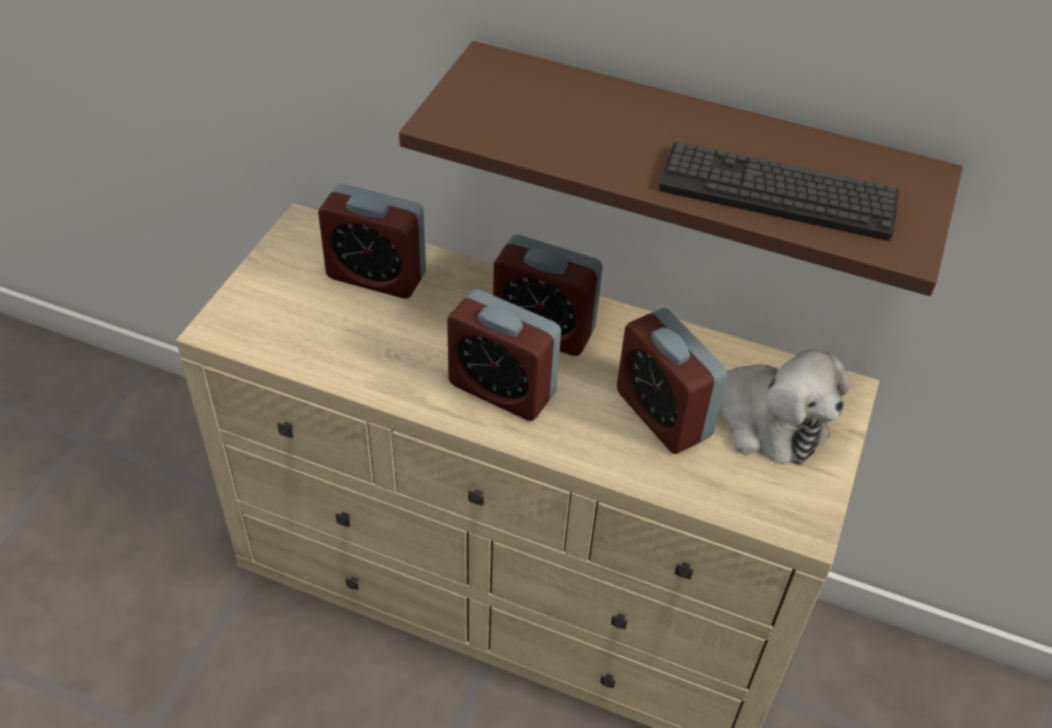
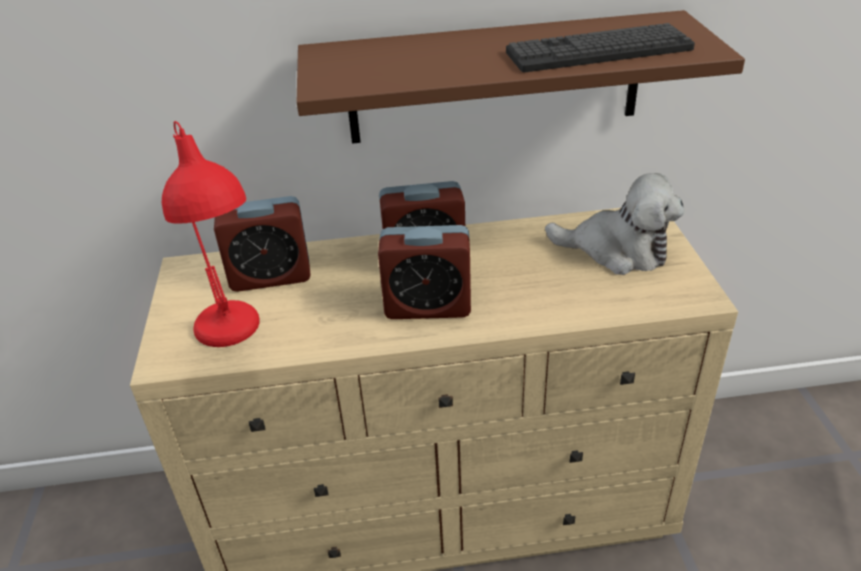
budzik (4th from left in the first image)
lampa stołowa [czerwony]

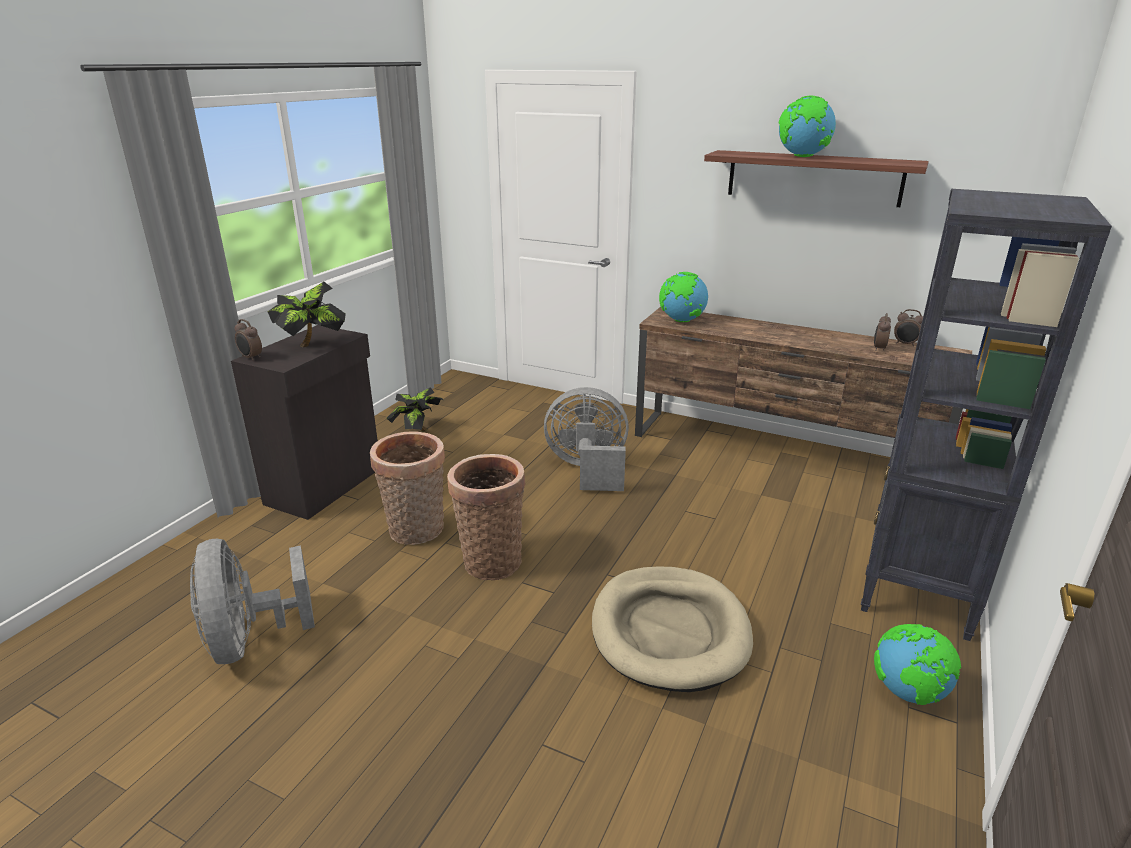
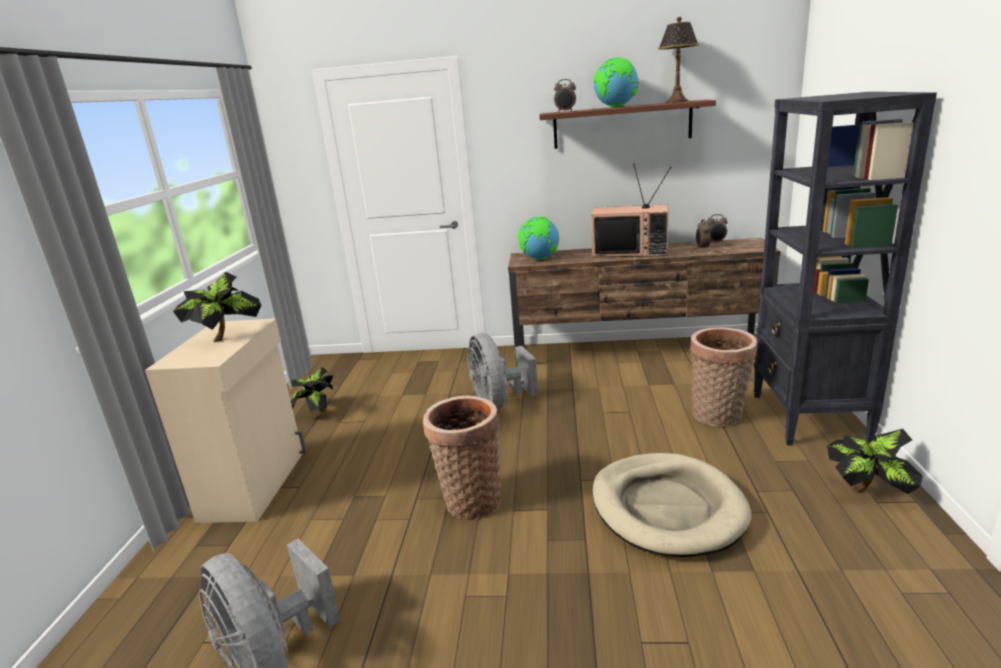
budzik (1st from left)
szafka [beżowy]
wentylator [szary] (2nd from left)
koszyk (2nd from left)
roślina doniczkowa (3rd from left)
lampa stołowa
telewizor

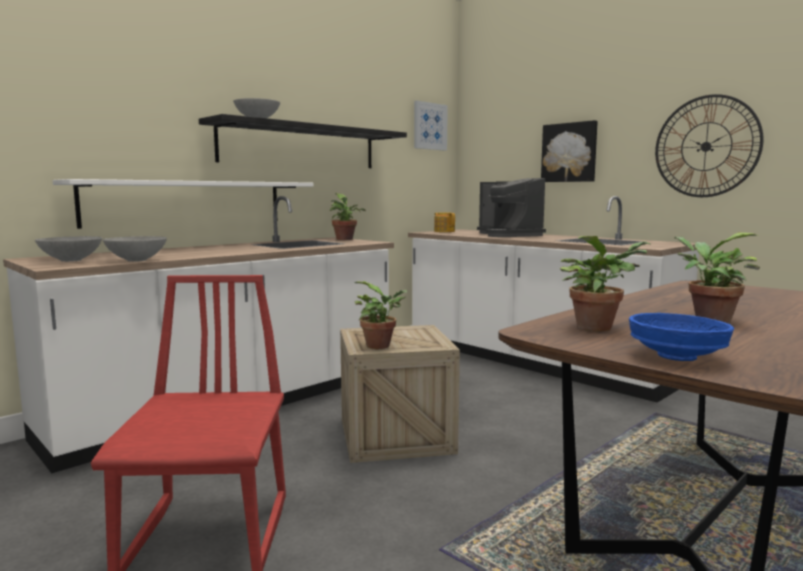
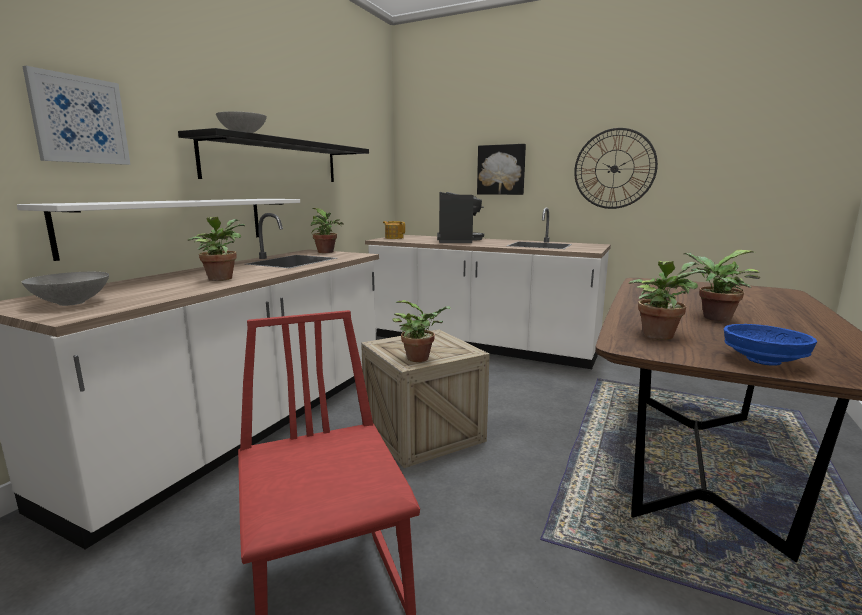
obraz (1st from left)
ekspres do kawy
miska [szary] (2nd from left in the first image)
roślina doniczkowa (1st from left)

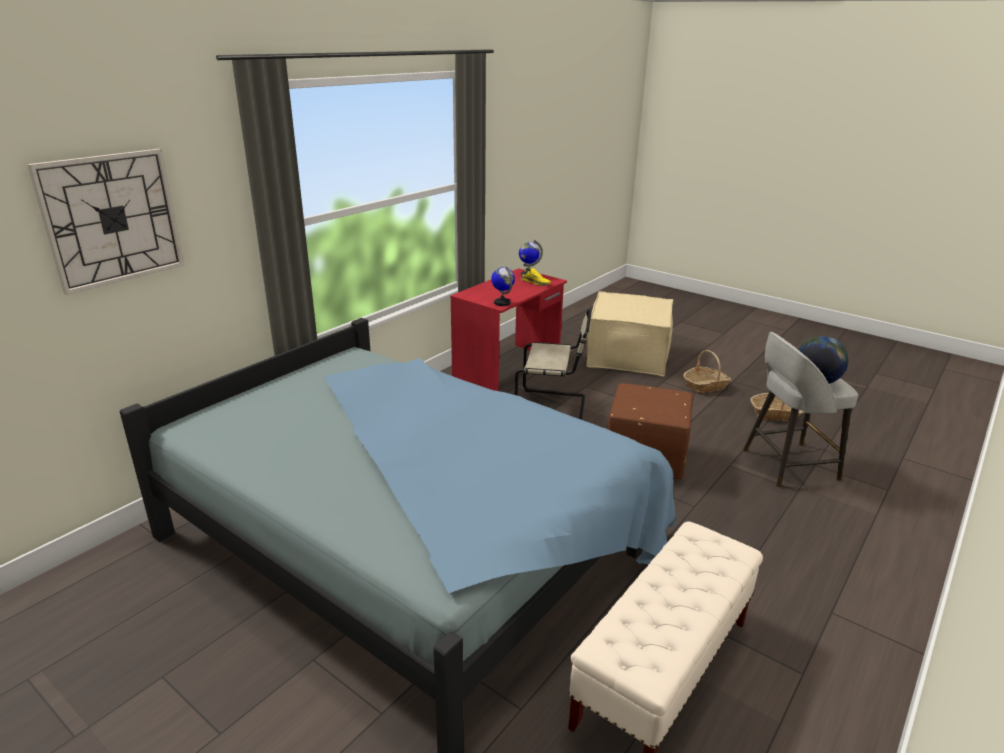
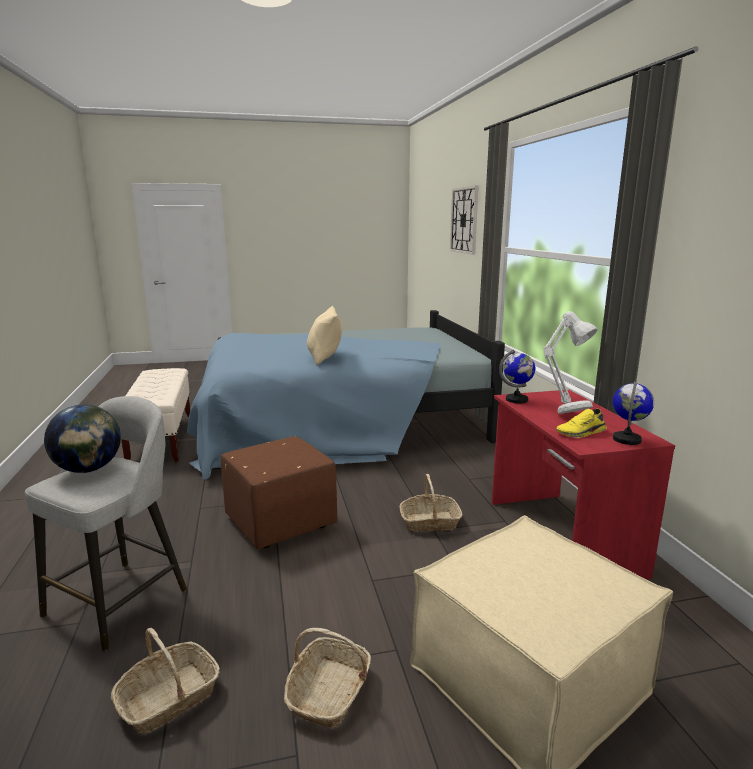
koszyk (3rd from left)
poduszka [beżowy]
lampa stołowa [szary]

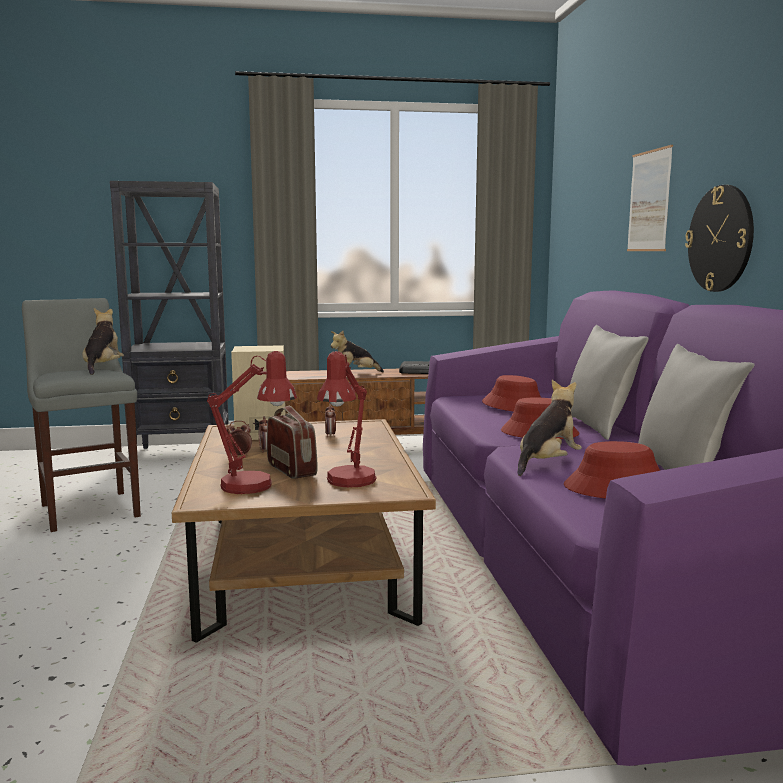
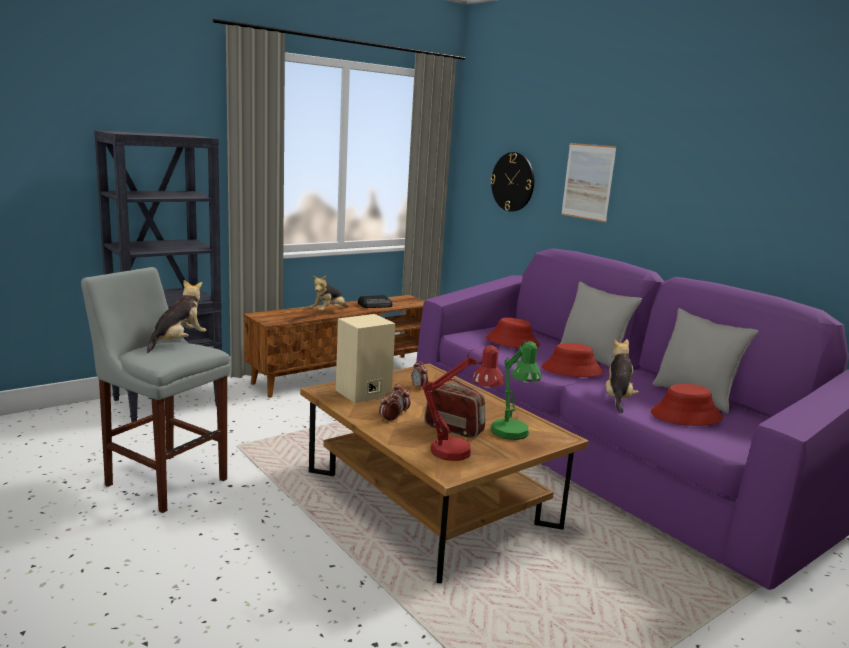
zegar ścienny
pluszak (1st from left)
lampa stołowa [zielony]

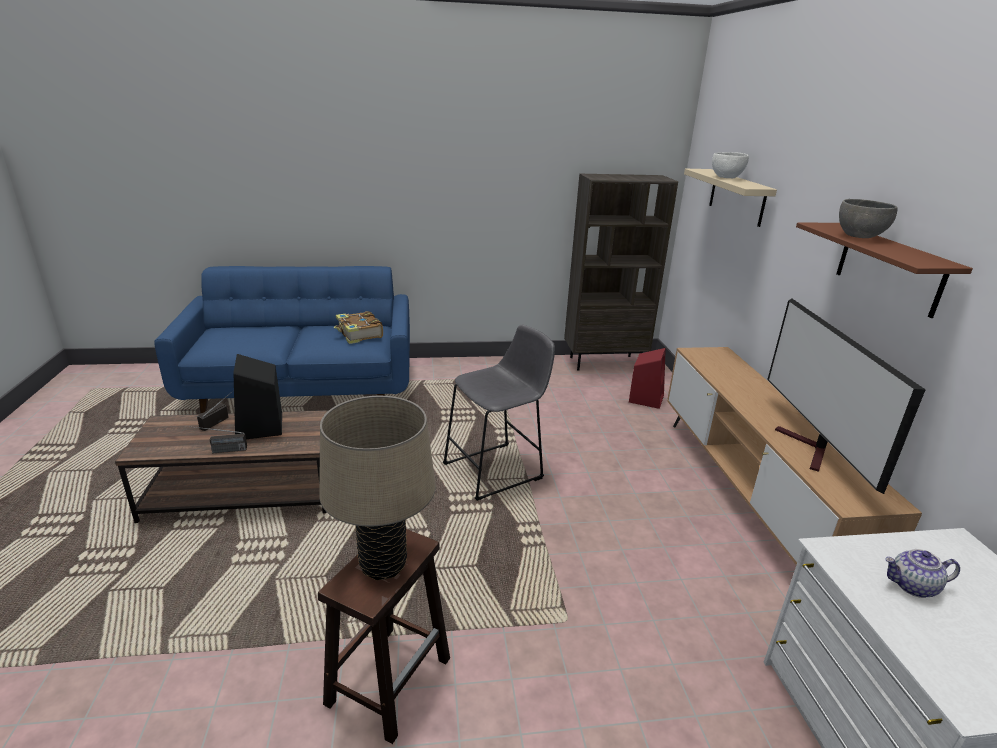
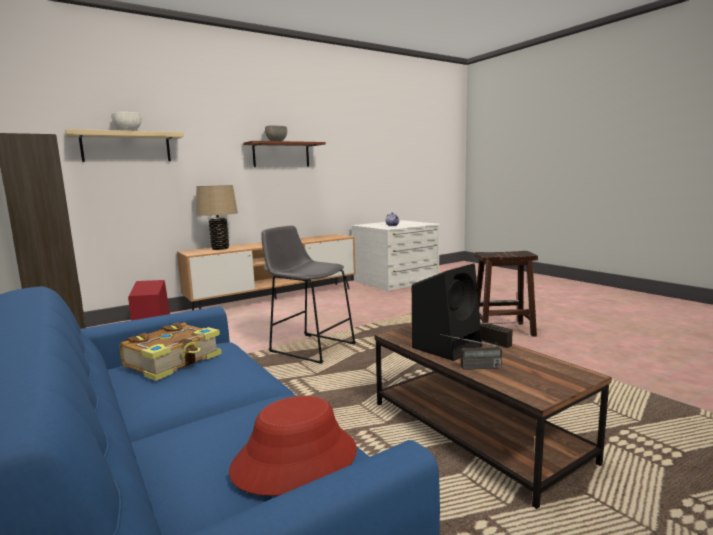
telewizor
lampa stołowa [beżowy]
kapelusz [czerwony]

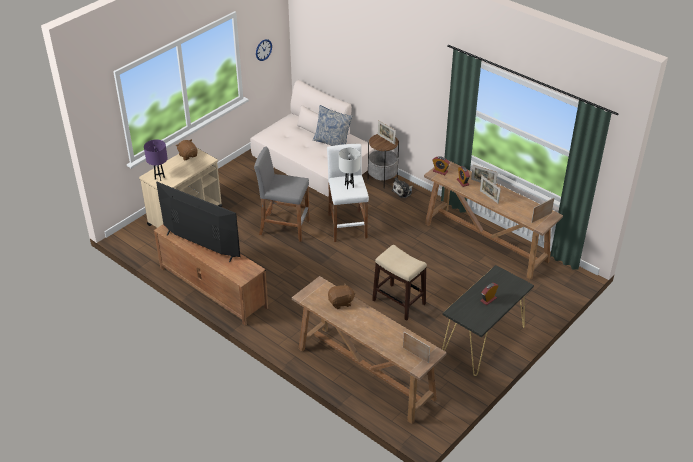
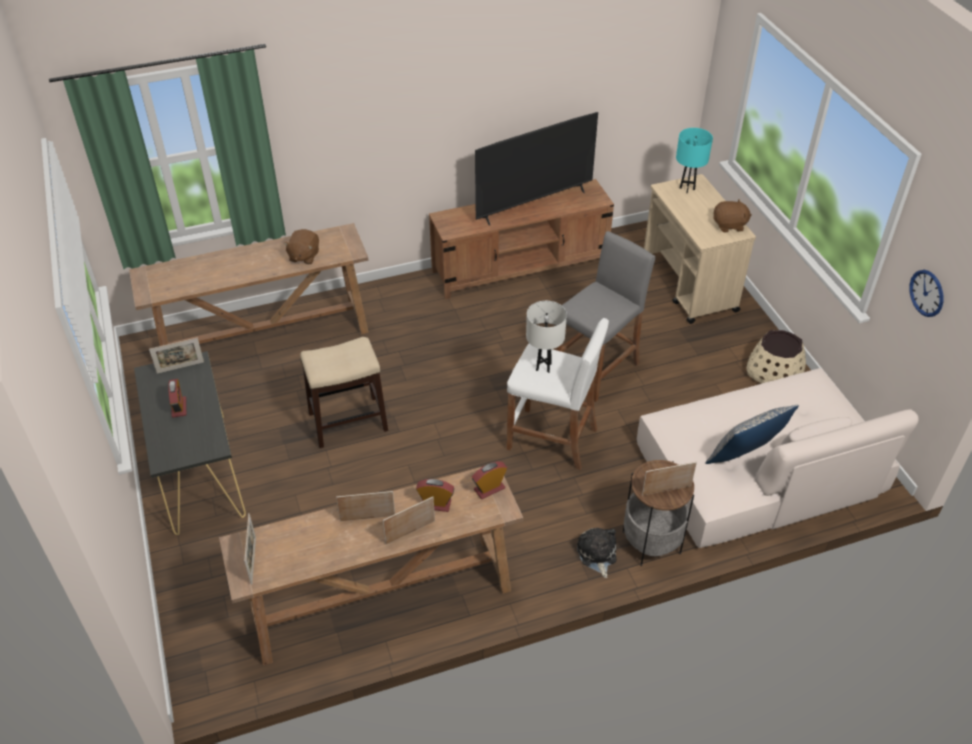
lampa stołowa [turkusowy]
ramka na zdjęcie (1st from left)
donica [beżowy]

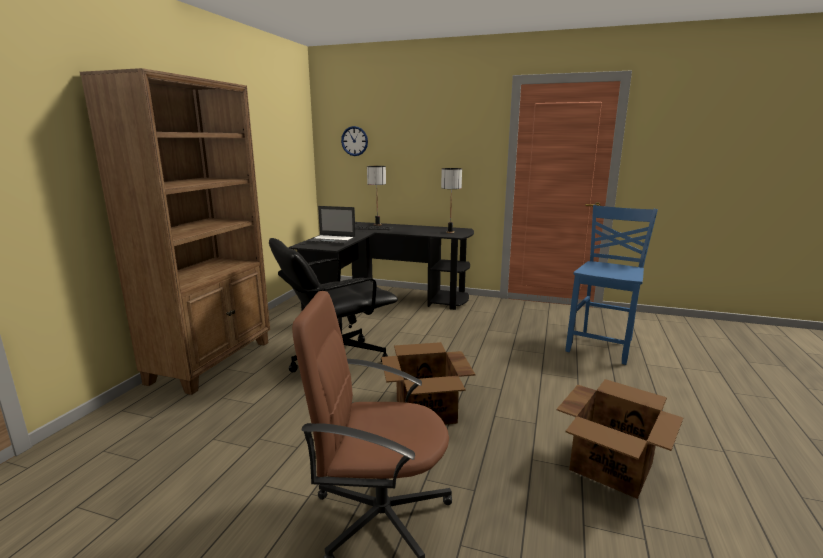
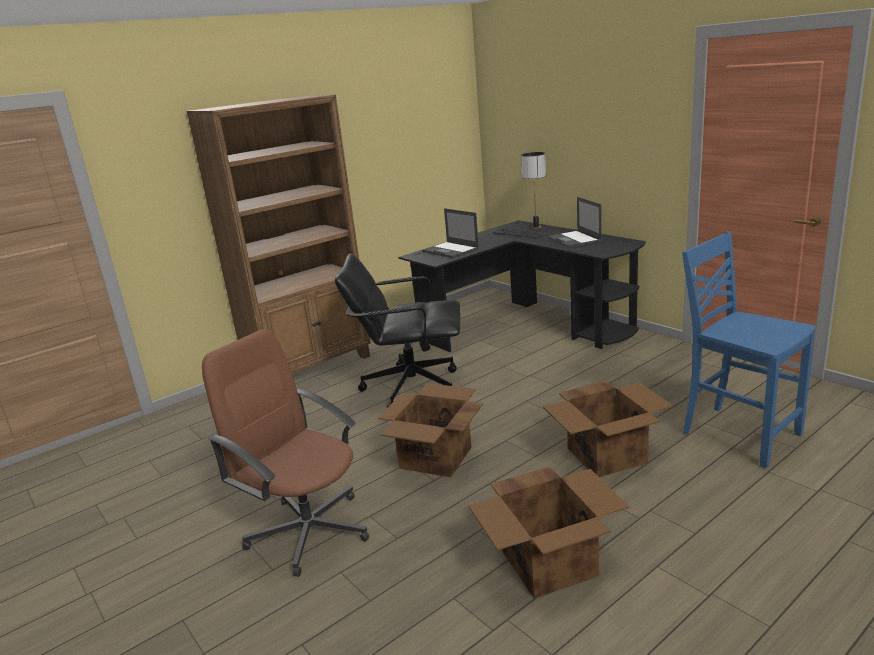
zegar ścienny
lampa stołowa (2nd from left in the first image)
krzesło [niebieski]
laptop (2nd from left)
karton (3rd from left)

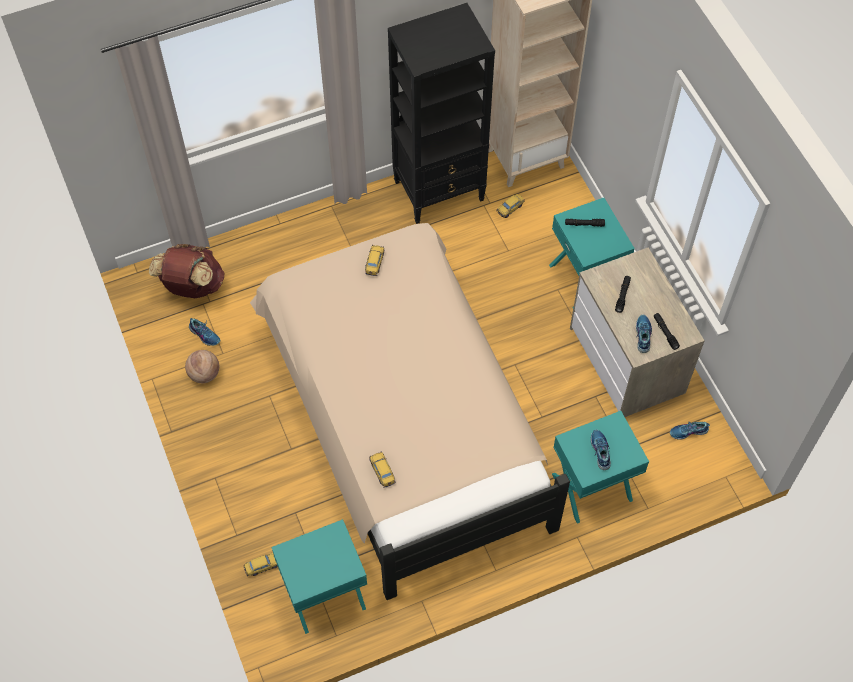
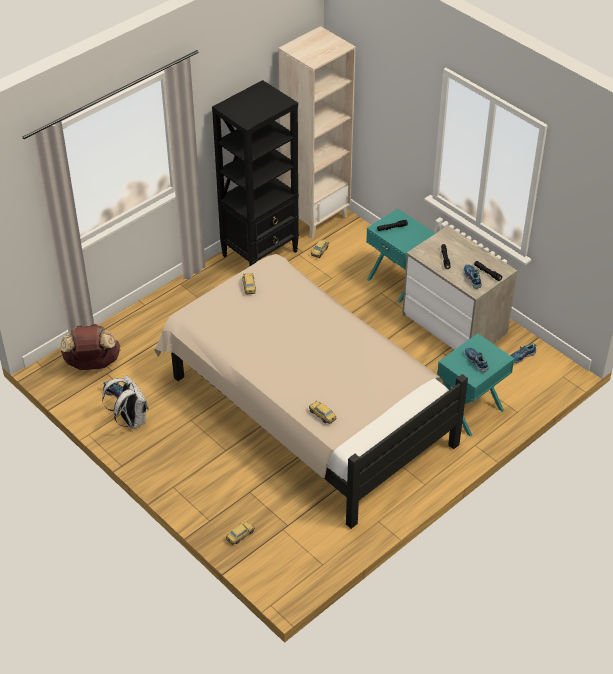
plecak [biały]
szafka nocna [turkusowy] (1st from left in the first image)

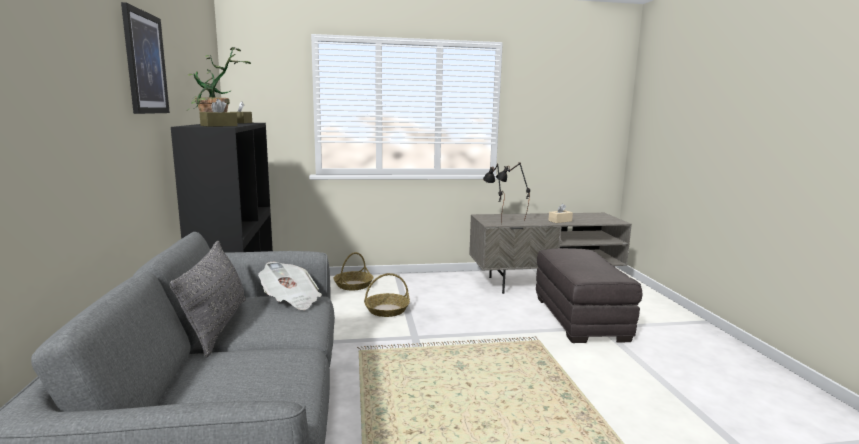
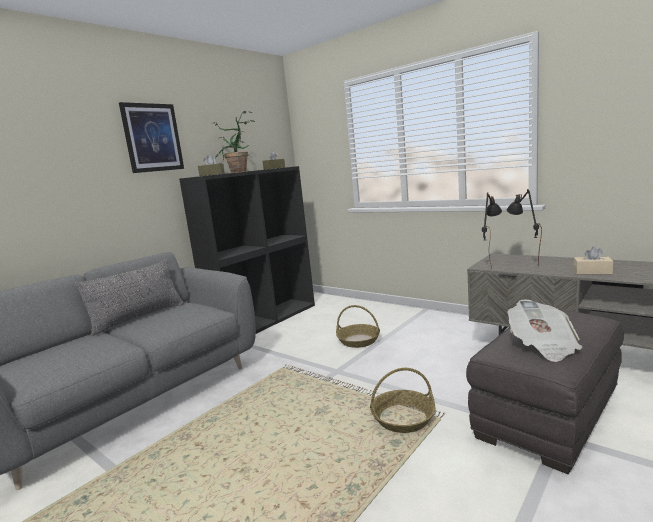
koszyk (2nd from left)
gazeta

